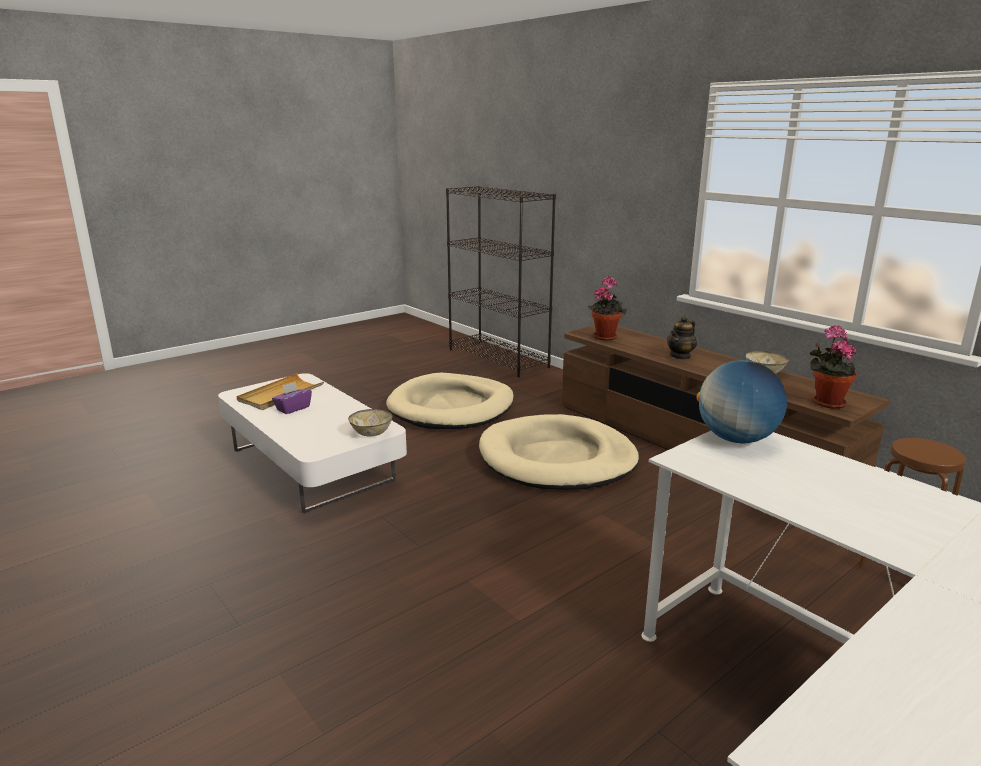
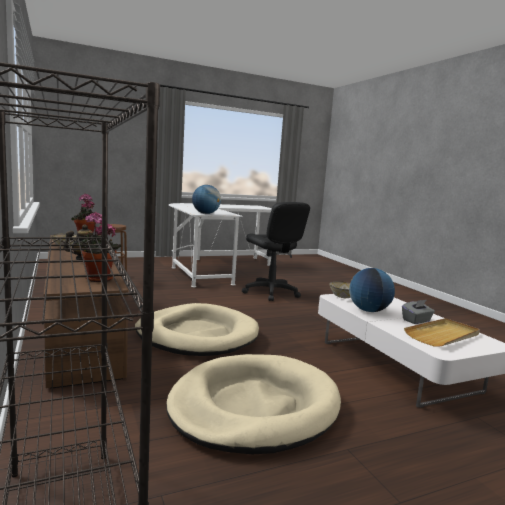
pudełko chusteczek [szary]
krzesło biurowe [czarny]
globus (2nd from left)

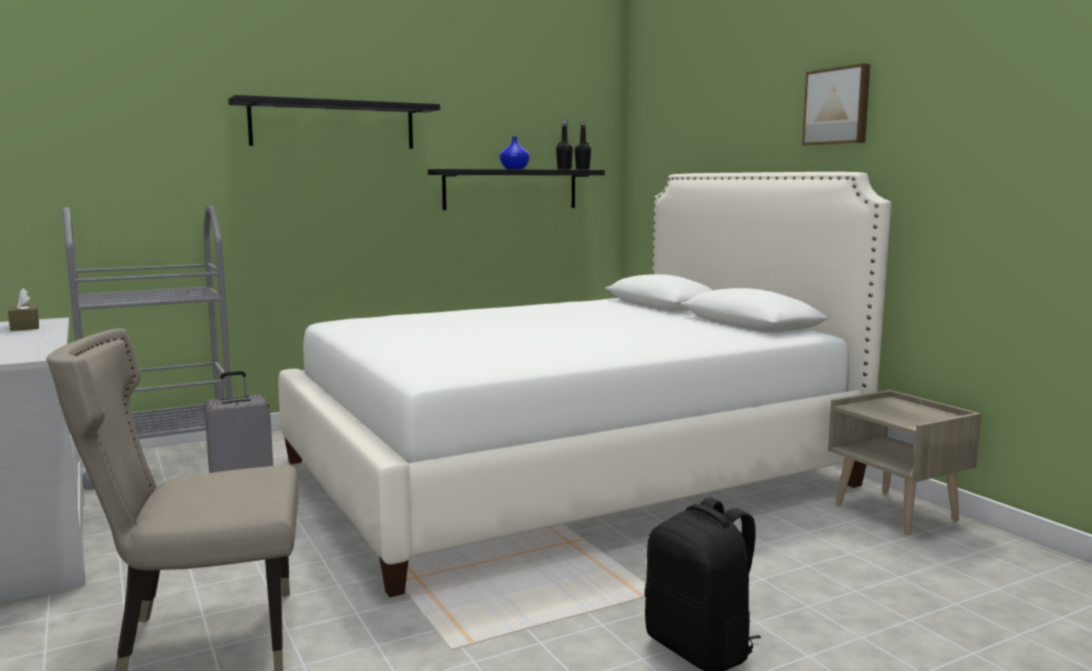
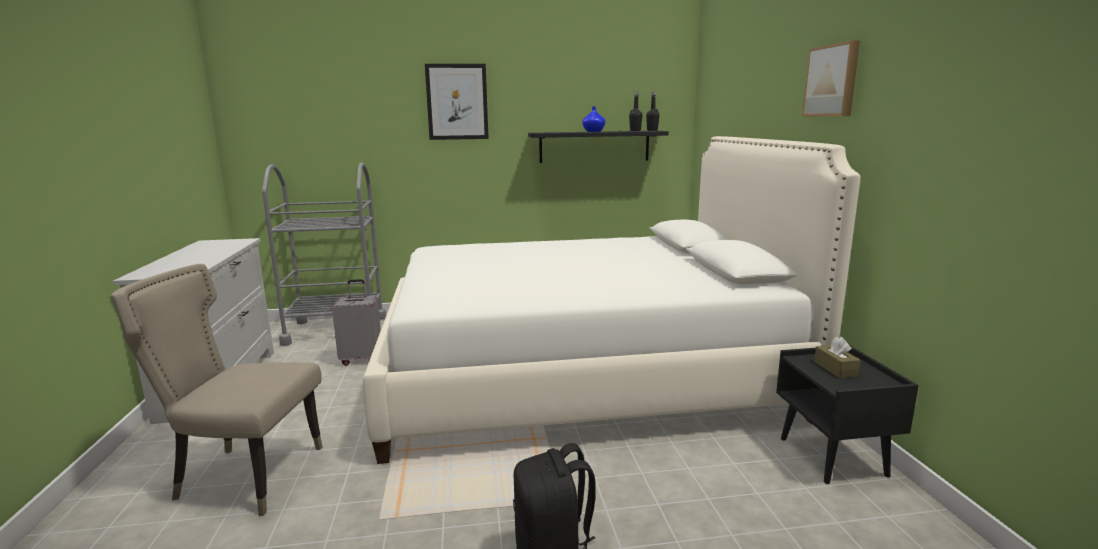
obraz (1st from left)
pudełko chusteczek [brązowy]
szafka nocna [czarny]

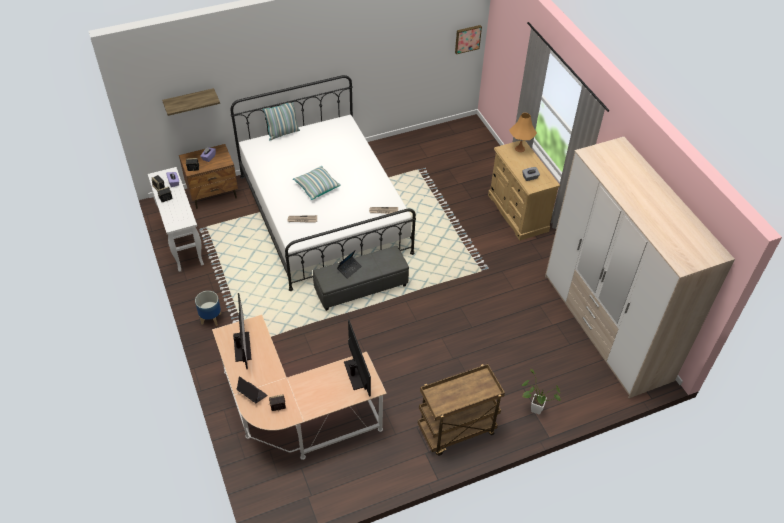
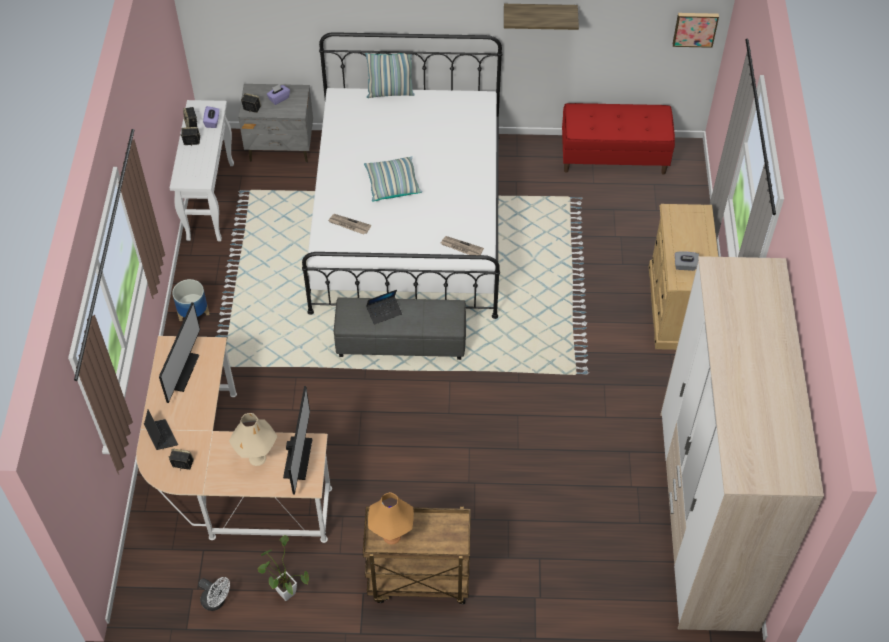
półka
lampa stołowa [pomarańczowy]
szafka nocna [szary]
roślina doniczkowa
ławka [czerwony]
lampa stołowa [beżowy]
wentylator [biały]

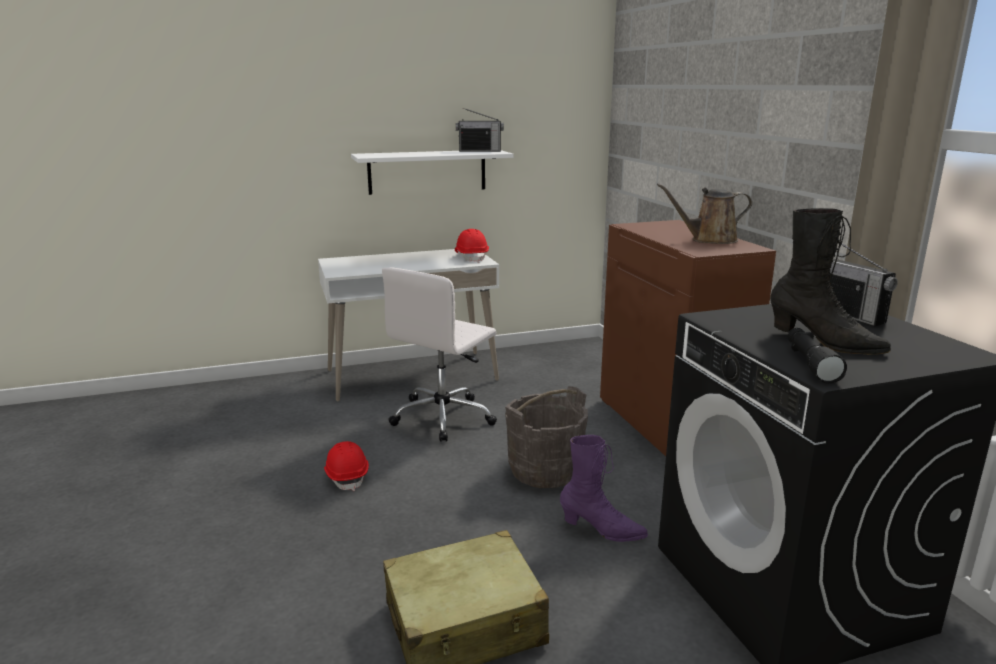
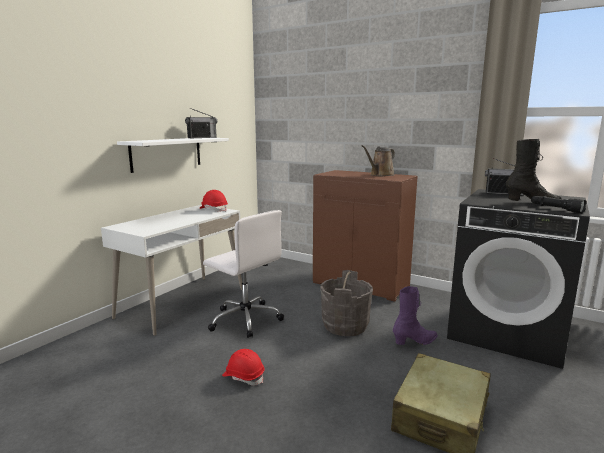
krzesło biurowe [biały]

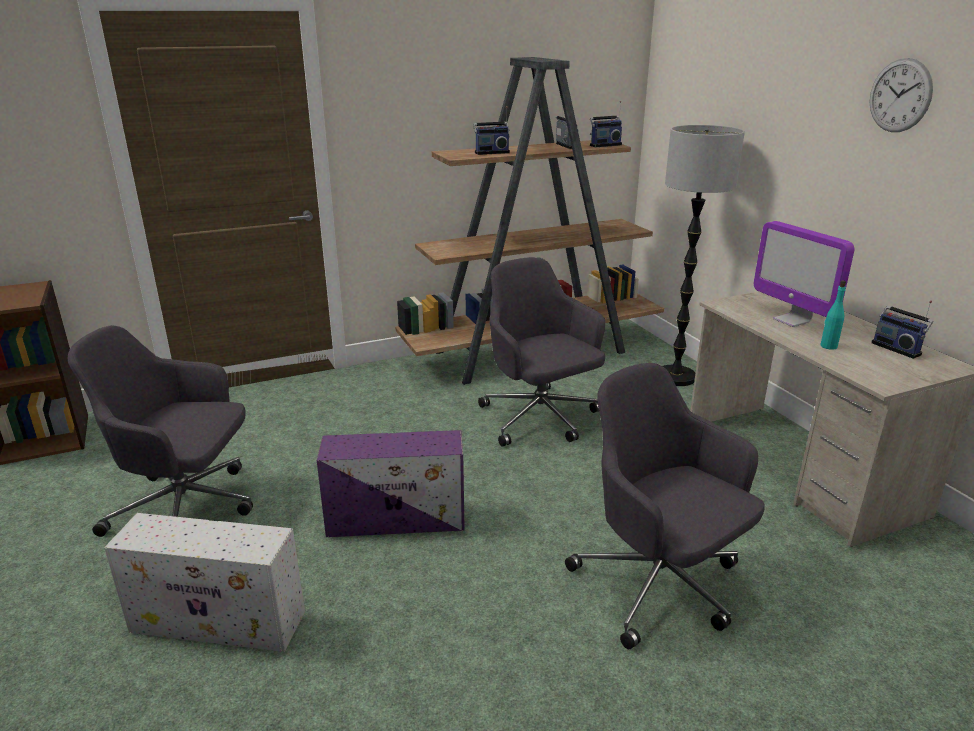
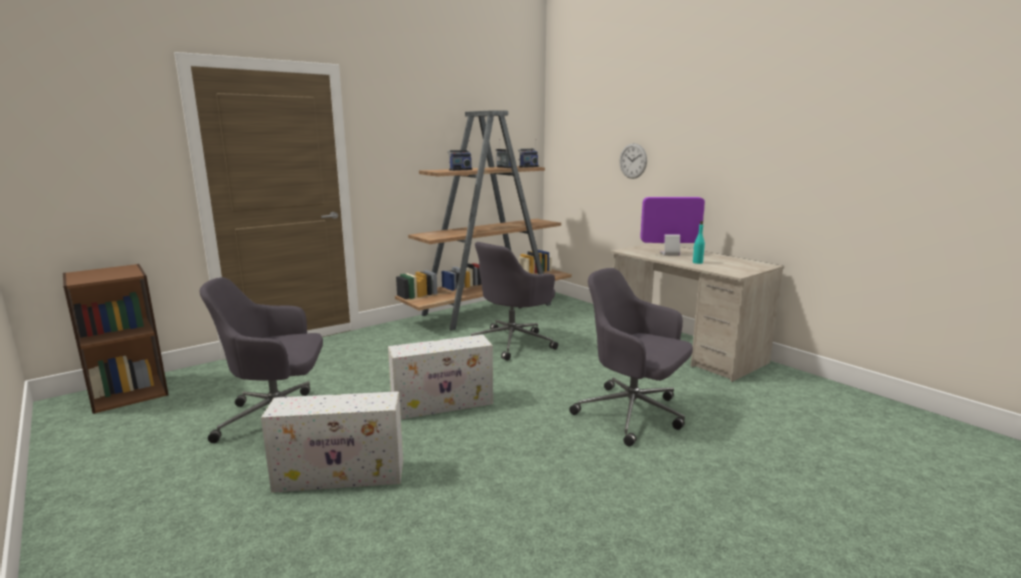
zegar ścienny
lampa stojąca
monitor
krzesło biurowe [szary] (2nd from left)
radio (4th from left in the first image)
pojemnik do przechowywania [biały] (2nd from left)

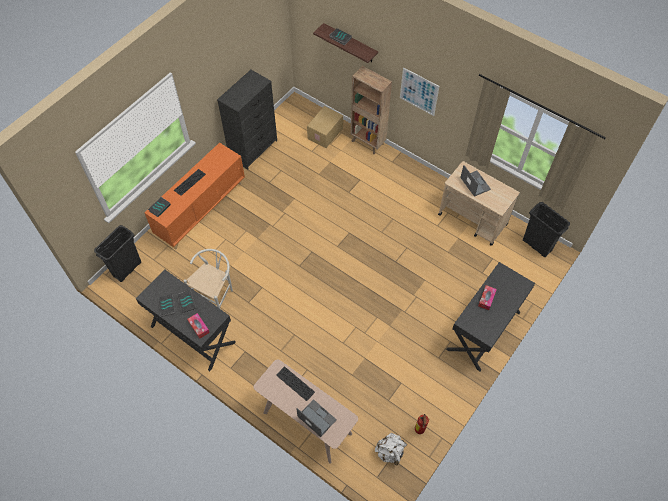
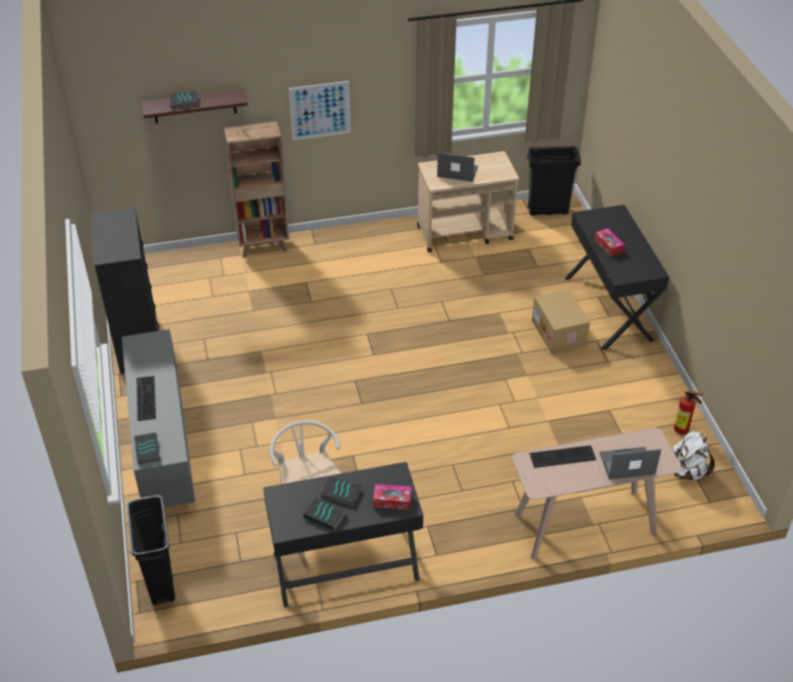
karton
szafka [szary]

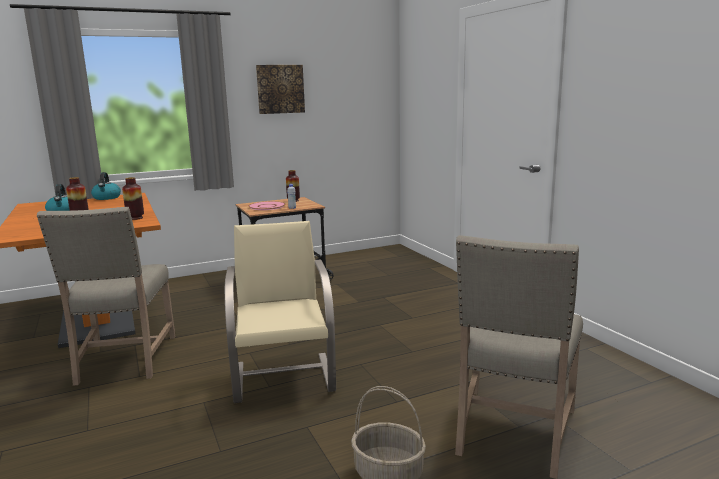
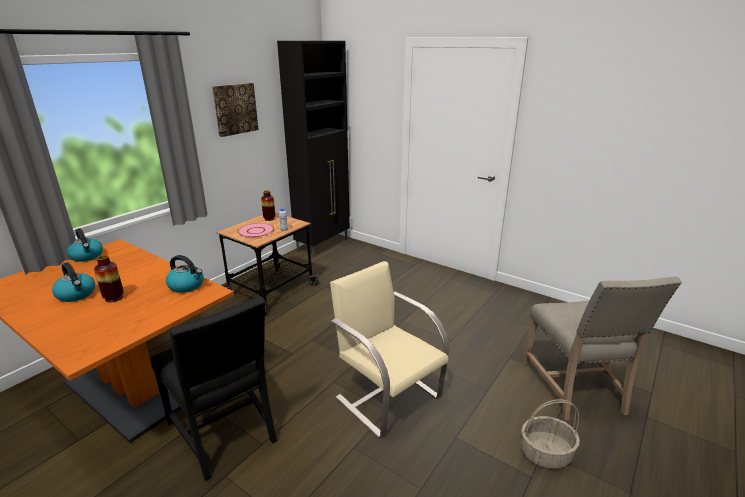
czajnik (3rd from left)
krzesło [czarny]
szafka [czarny]

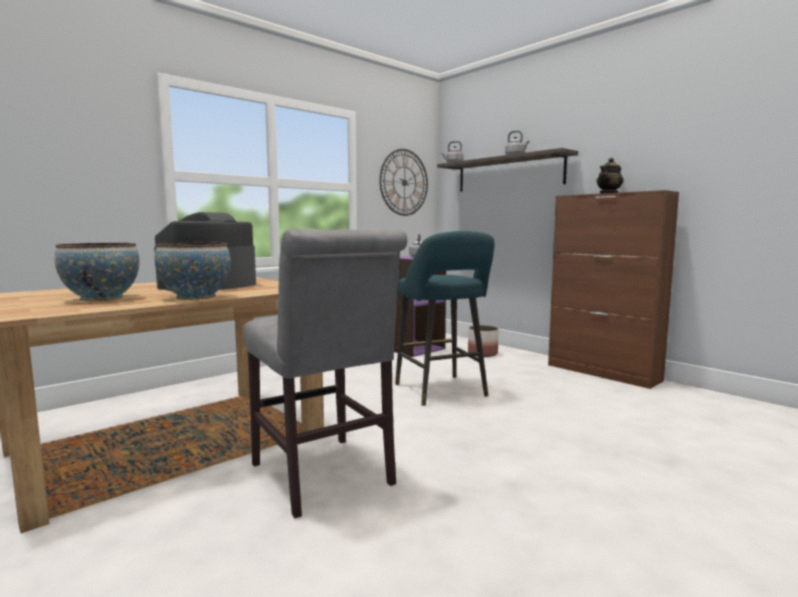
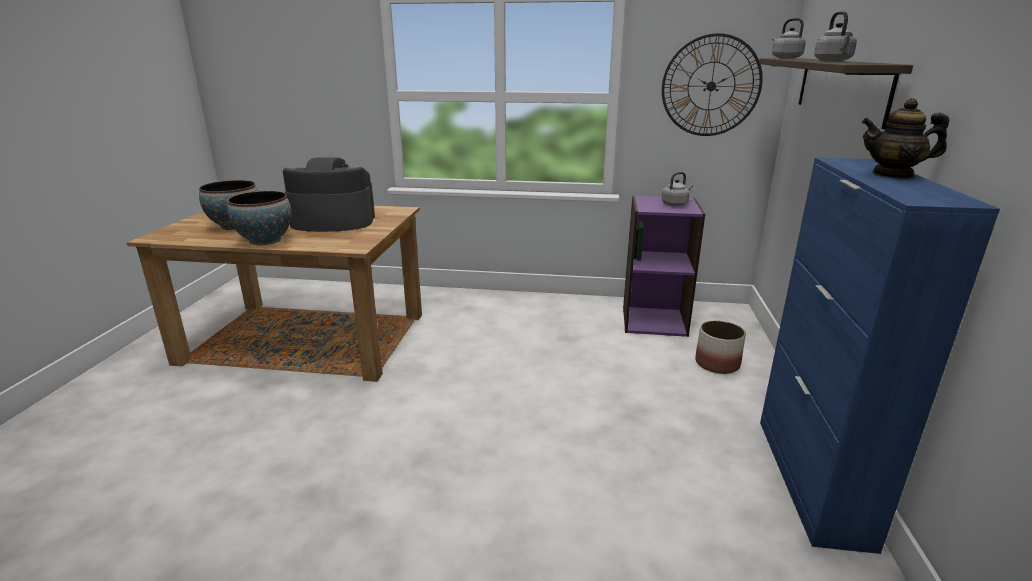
szafka [niebieski]
krzesło [szary]
stołek [turkusowy]

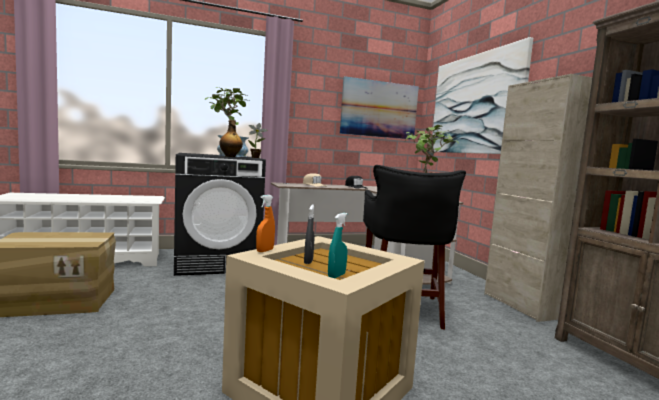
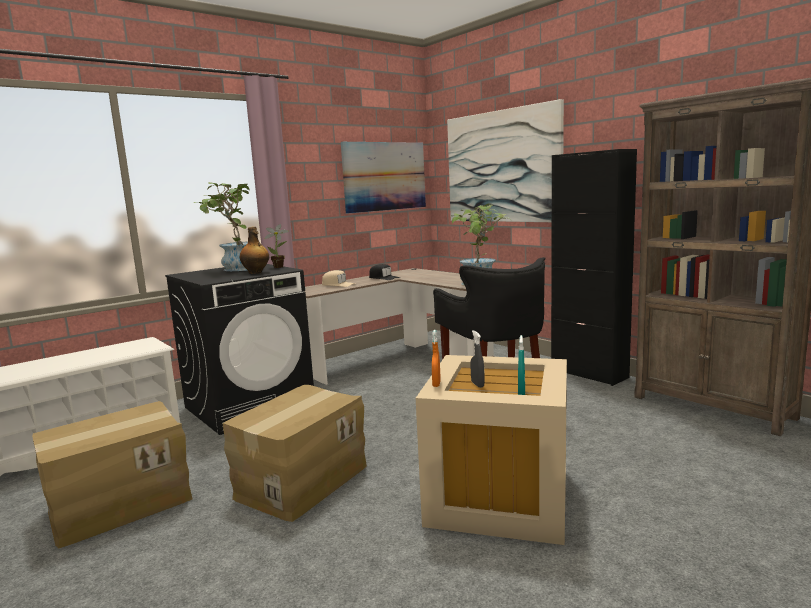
szafka [czarny]
karton (2nd from left)

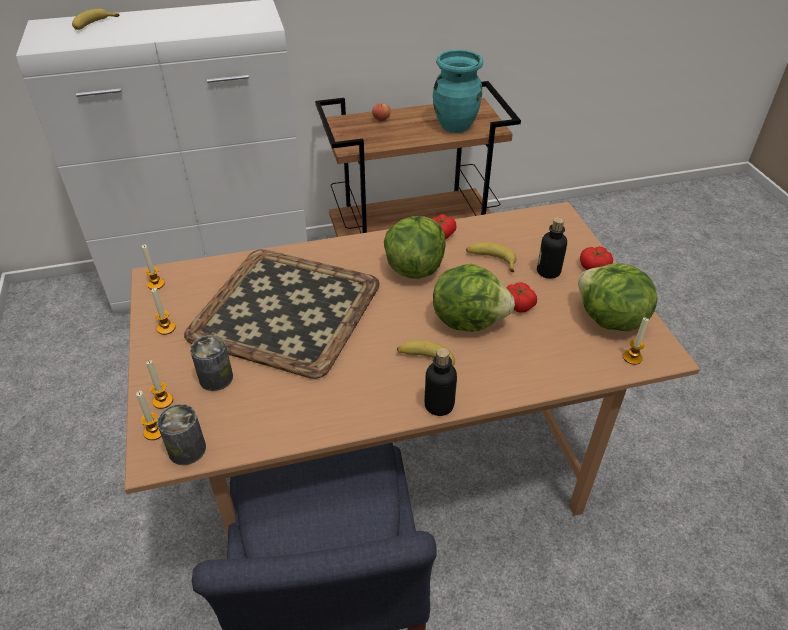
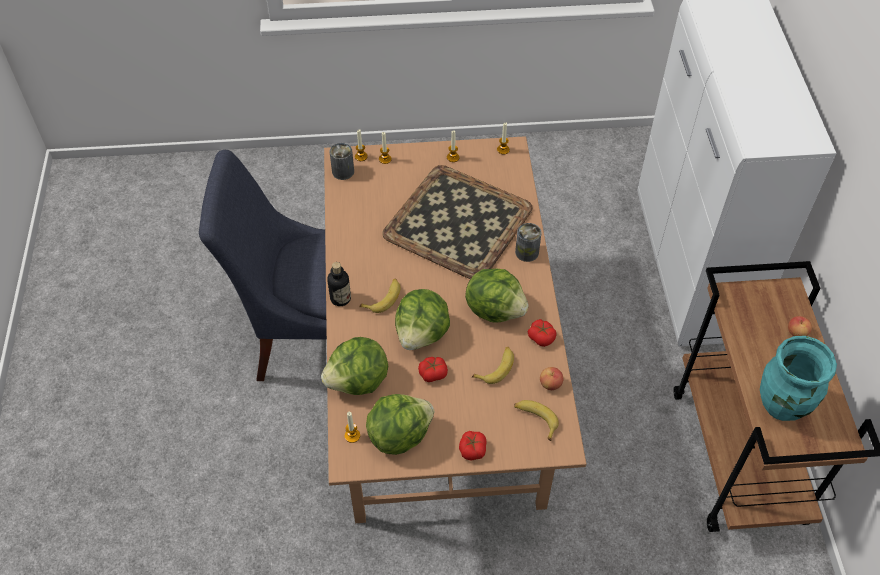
banan (3rd from left)
butelka (2nd from left in the first image)
puszka (2nd from left)
sałata (1st from left)
jabłko (1st from left)

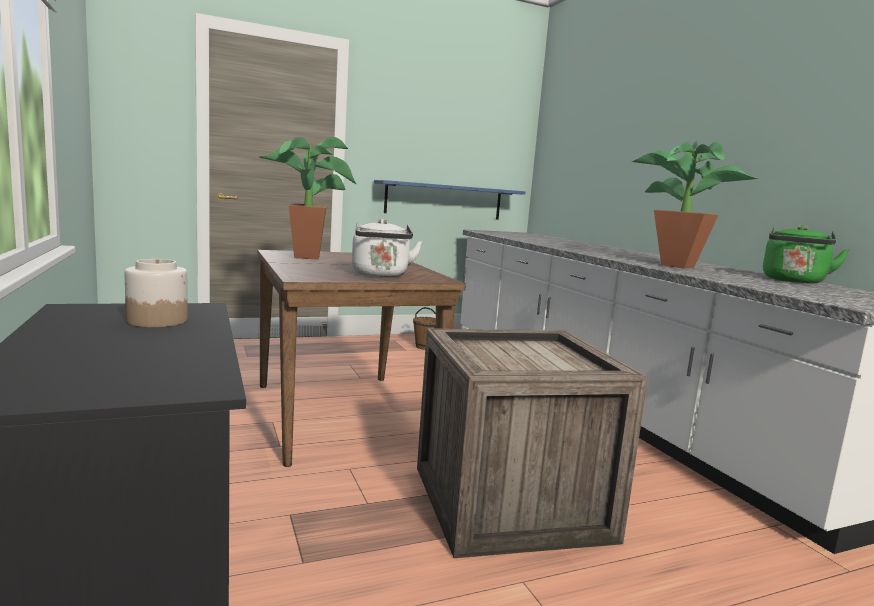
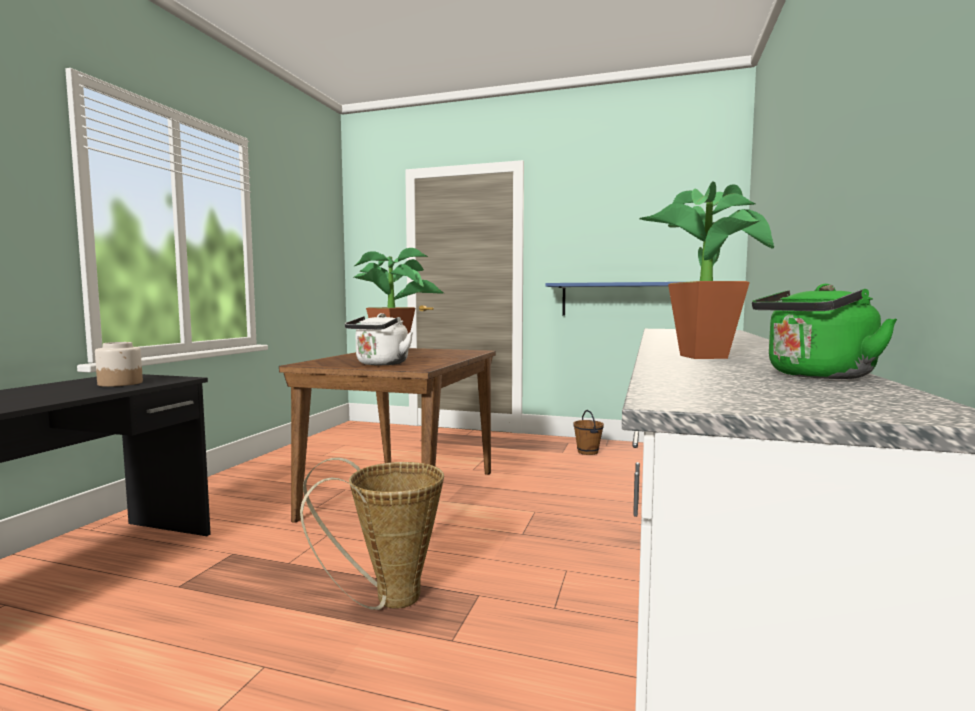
koszyk

